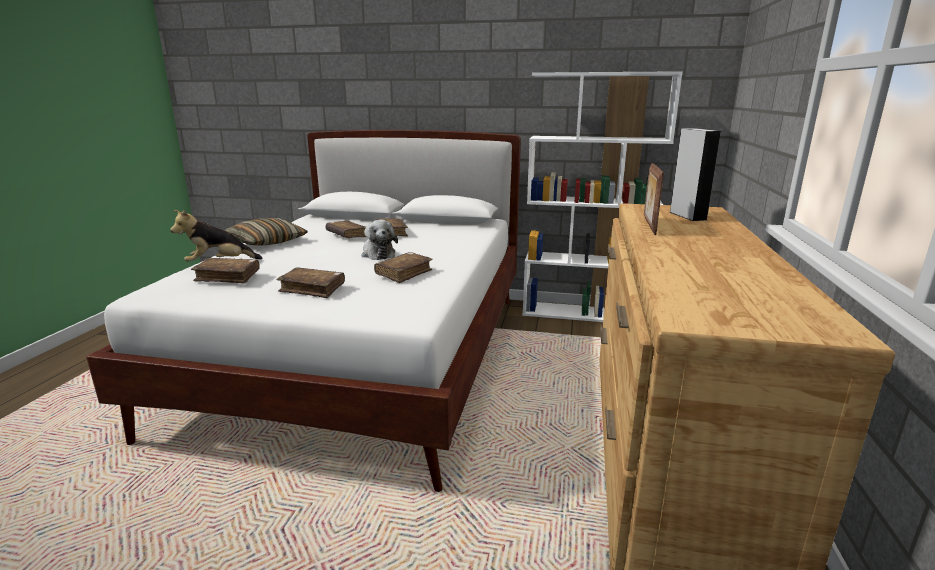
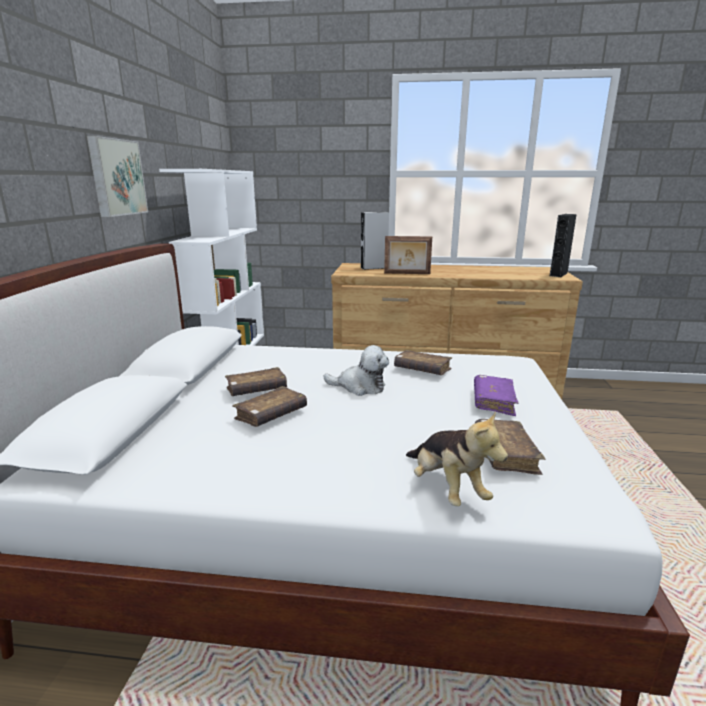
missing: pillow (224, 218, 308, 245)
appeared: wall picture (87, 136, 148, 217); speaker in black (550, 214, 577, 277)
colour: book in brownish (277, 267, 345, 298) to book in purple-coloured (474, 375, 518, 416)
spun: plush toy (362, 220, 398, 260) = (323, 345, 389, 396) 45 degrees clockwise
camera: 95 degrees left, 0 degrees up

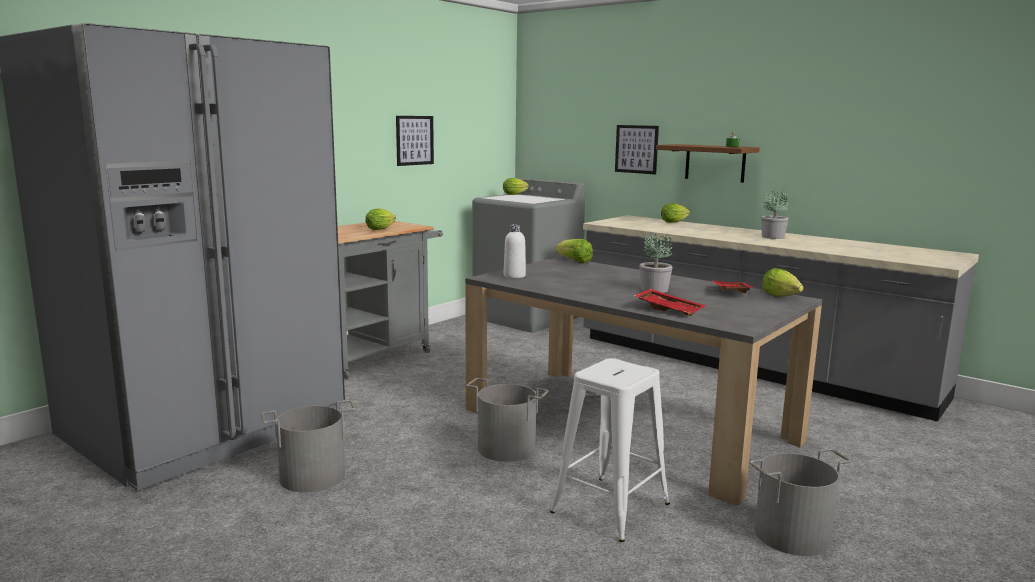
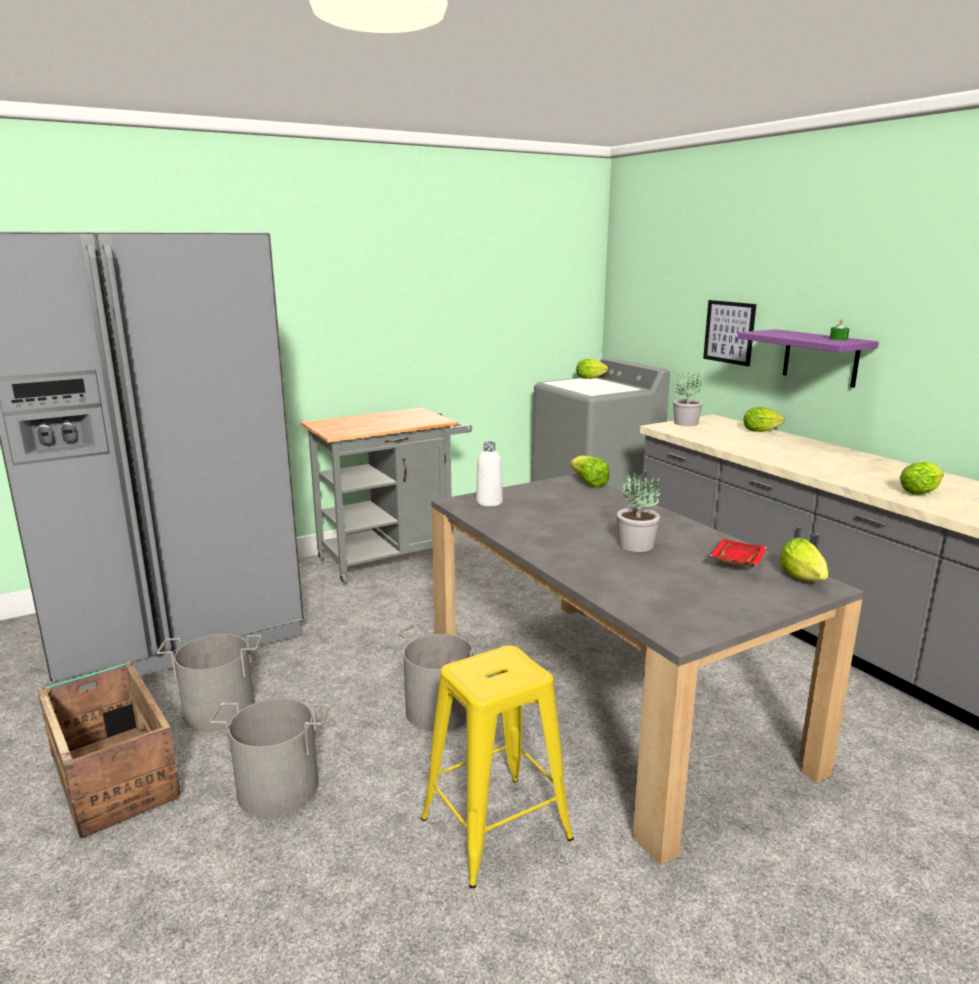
missing: wall picture (396, 116, 434, 166); carrying tray in reddish (634, 289, 706, 316)
appeared: packing crate (37, 661, 181, 839)
relocated: houseplant (761, 190, 789, 239) to (673, 371, 703, 426); lettuce head (365, 209, 396, 230) to (900, 462, 944, 495); bucket in greyish (749, 449, 852, 556) to (209, 698, 330, 817)
colour: wall shelf in brownish (656, 144, 760, 183) to wall shelf in purple-coloured (738, 329, 879, 388); stool in white (550, 358, 670, 542) to stool in yellowish (421, 645, 574, 888)
camera: 20 degrees right, 5 degrees up

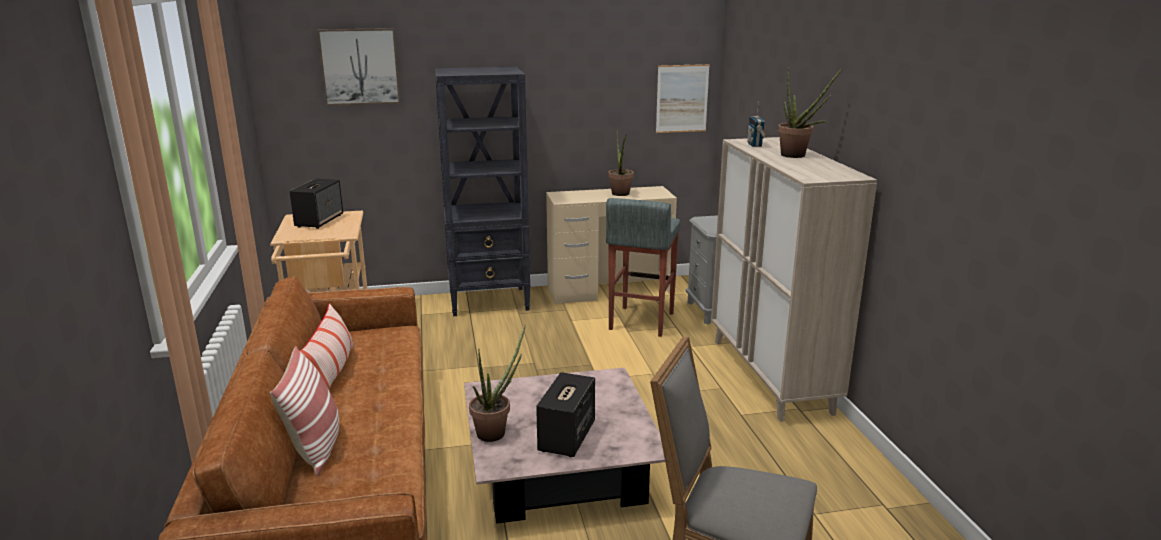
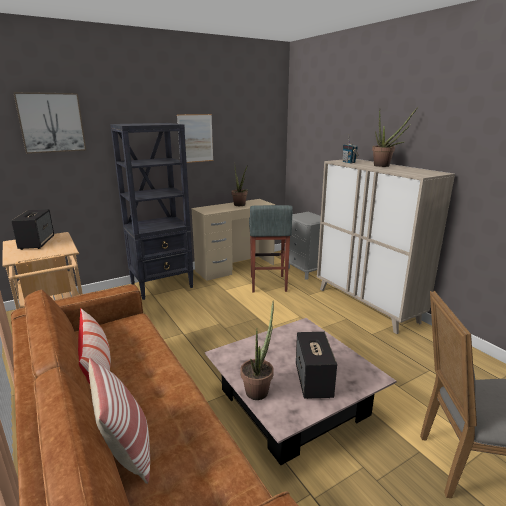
relocated: wall picture (656, 64, 710, 133) to (177, 114, 213, 163)
camera: 20 degrees left, 0 degrees up

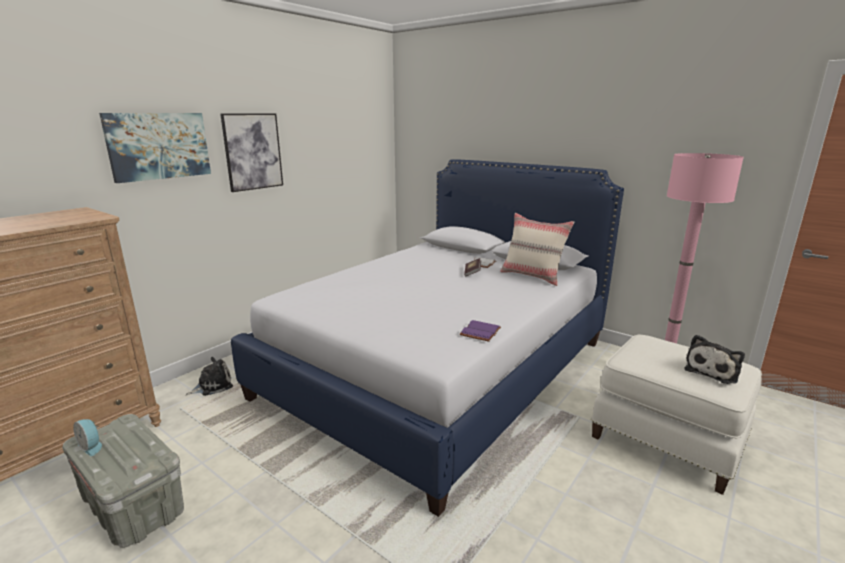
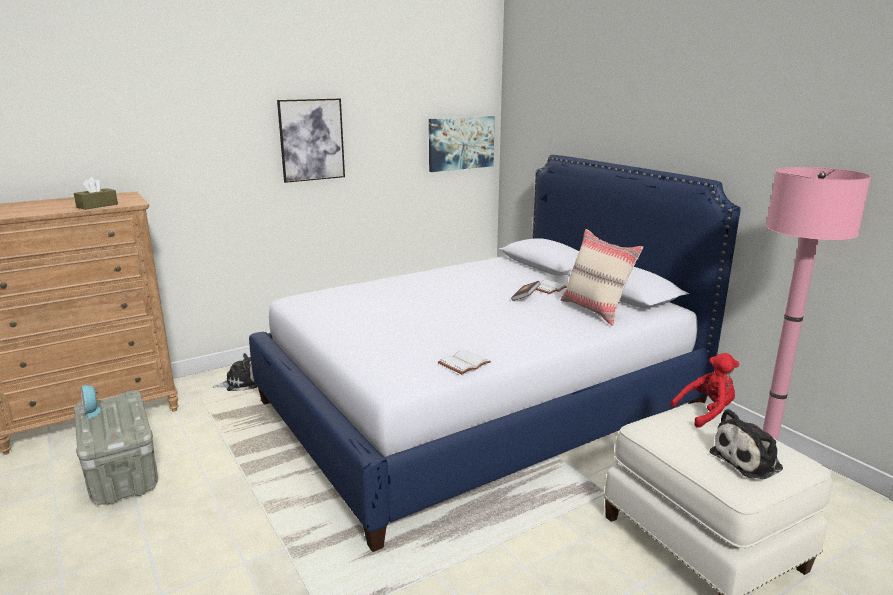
appeared: tissue box in brownish (74, 177, 118, 210); plush toy in reddish (670, 353, 739, 428)
relocated: wall picture (99, 113, 211, 183) to (429, 116, 495, 172)
colour: book in purple-coloured (460, 320, 501, 342) to book in white (438, 349, 491, 374)
camera: 20 degrees right, 0 degrees up

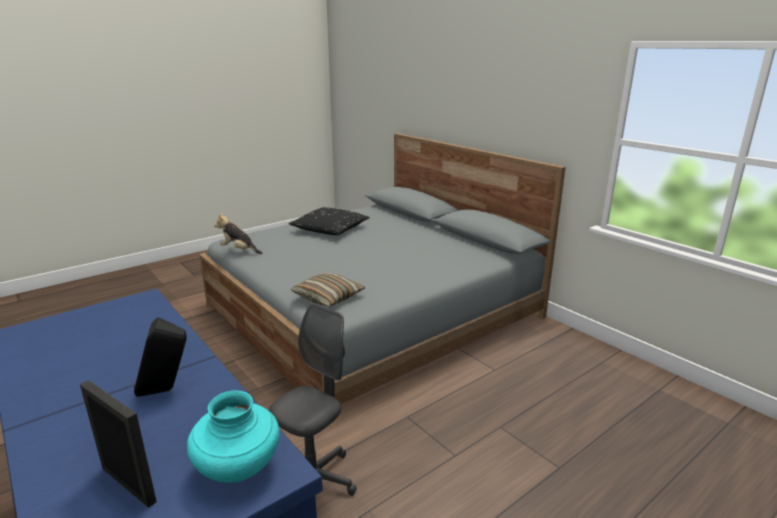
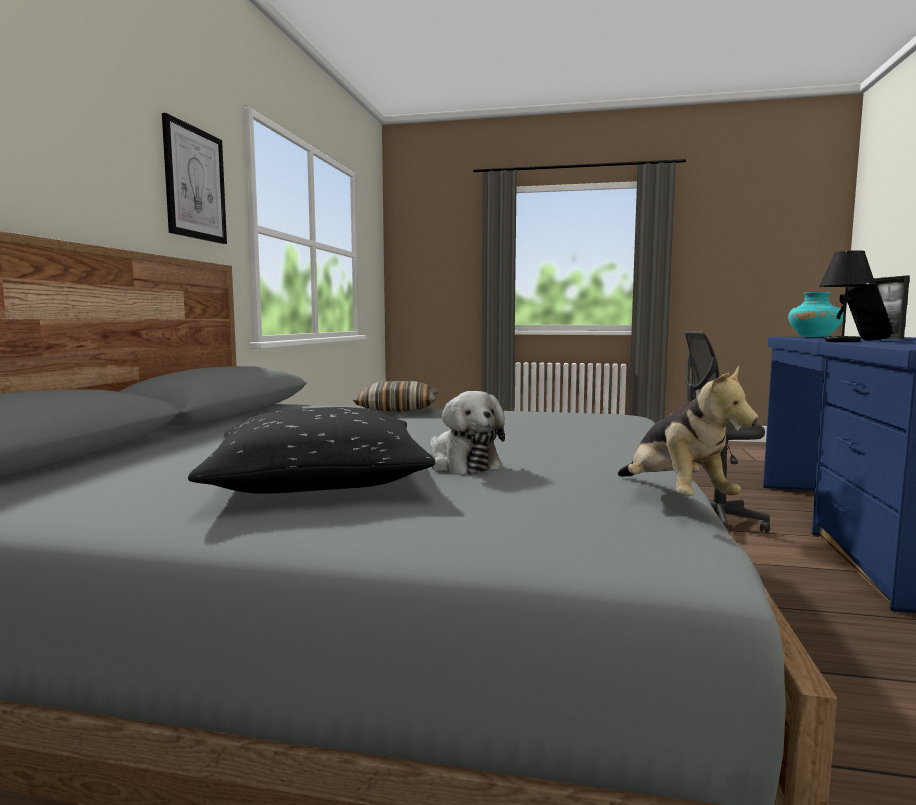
appeared: wall picture (162, 113, 227, 244); table lamp in black (819, 250, 876, 342); plush toy (430, 391, 505, 474)
relocated: pillow (290, 273, 365, 306) to (353, 381, 438, 412)
camera: 130 degrees left, 15 degrees down

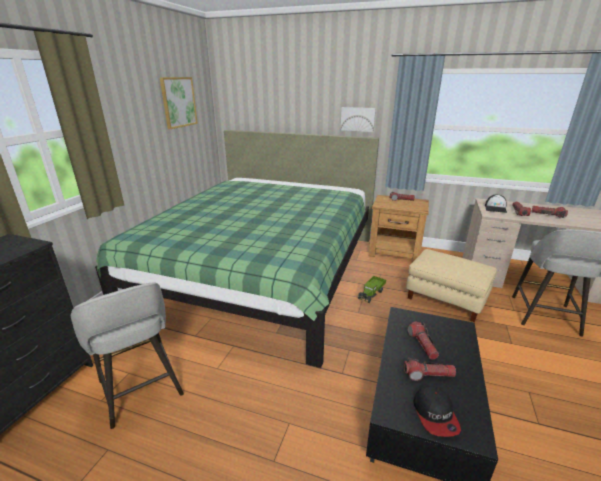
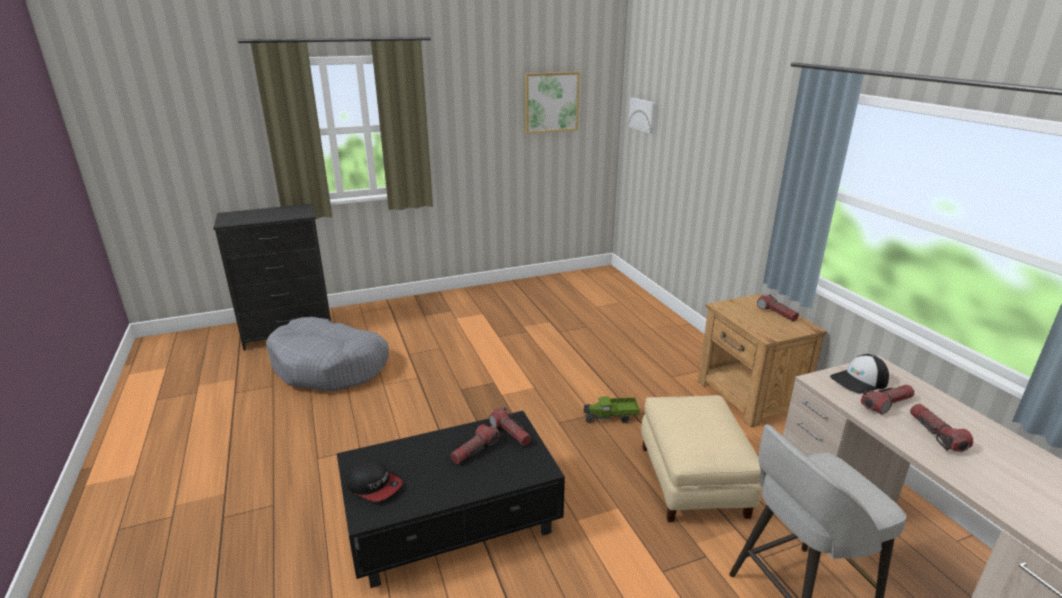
missing: bedroom bed in green (95, 130, 379, 368)
relocated: wall picture (341, 107, 376, 132) to (628, 98, 656, 134); hand torch (404, 358, 456, 381) to (489, 407, 531, 446)
exchanged: stool in greyish (71, 282, 184, 429) to dog cushion in greyish (266, 317, 389, 391)
spun: baseball cap (413, 386, 461, 437) = (347, 459, 402, 502) 105 degrees counterclockwise
camera: 50 degrees right, 0 degrees up

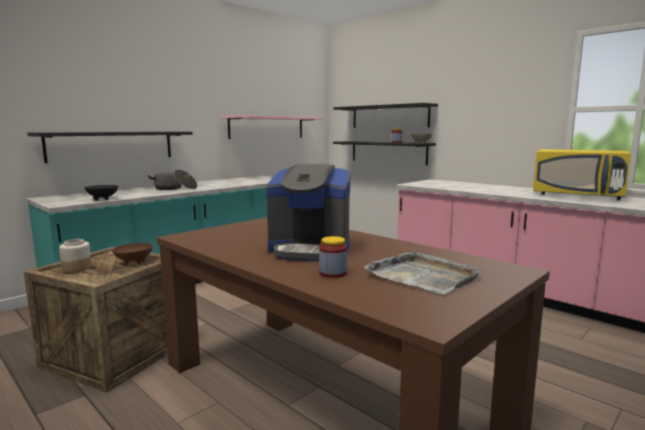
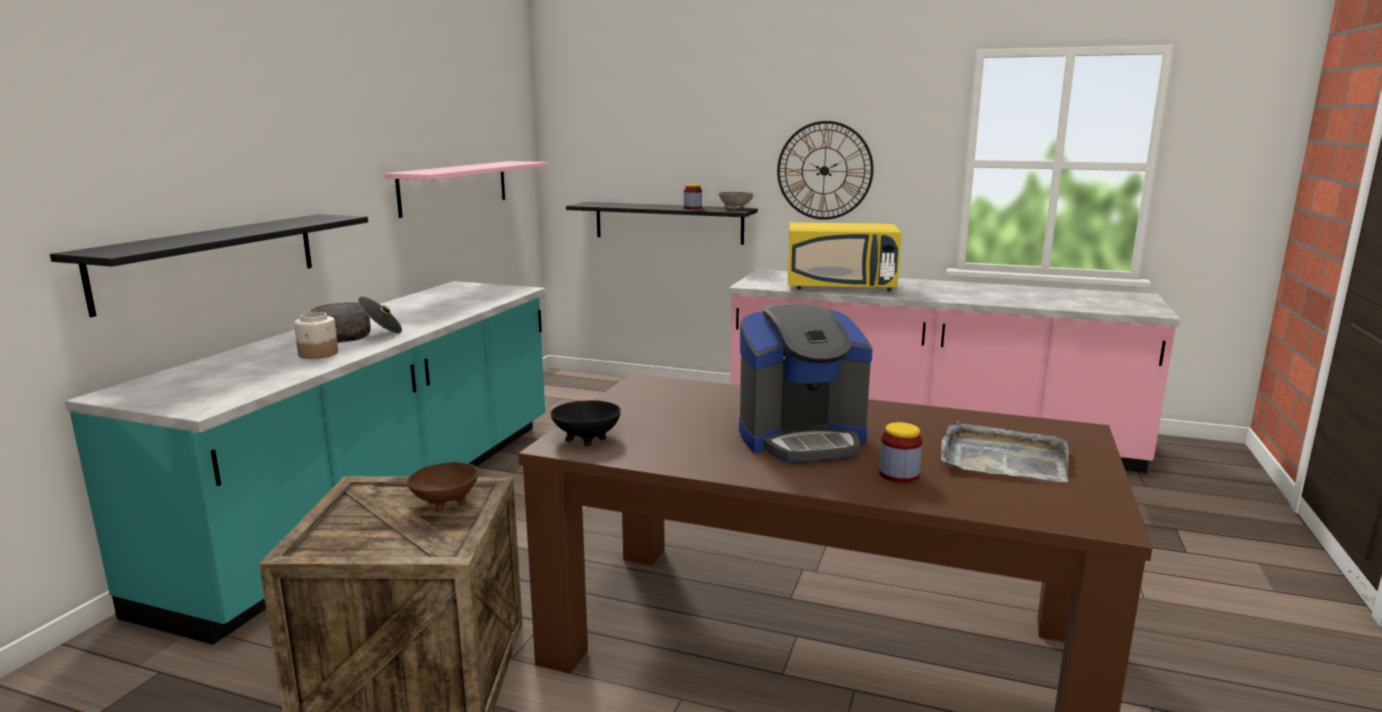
missing: wall shelf in black (333, 103, 438, 128)
appeared: hanging clock (777, 121, 874, 220)
relocated: microwave in yellowish (533, 149, 631, 200) to (788, 222, 902, 291); bowl in black (85, 185, 118, 201) to (551, 400, 621, 446); preserve jar (59, 239, 92, 272) to (294, 312, 338, 359)
camera: 25 degrees left, 5 degrees up

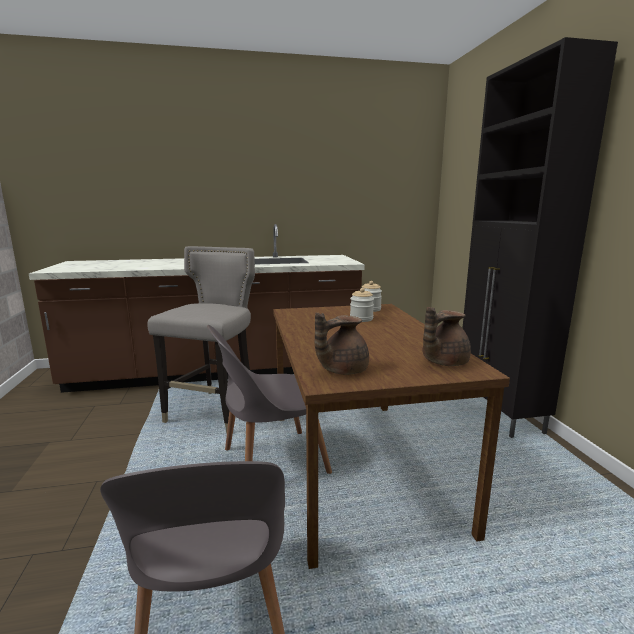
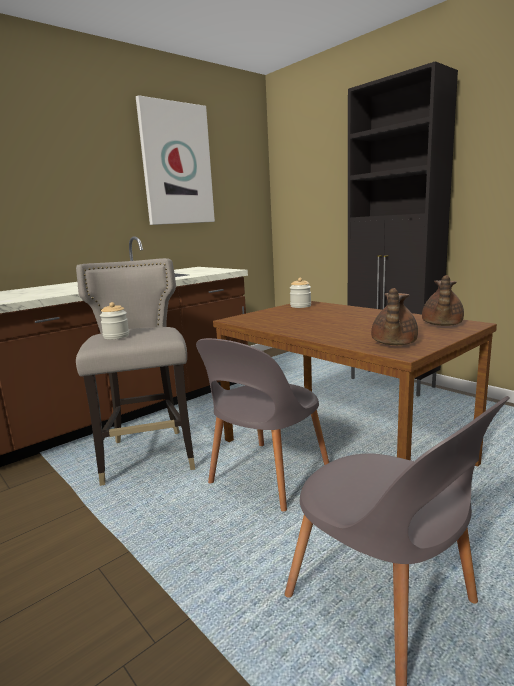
appeared: wall picture (136, 95, 215, 225)
relocated: preserve jar (350, 288, 374, 322) to (100, 302, 129, 339)
camera: 30 degrees left, 0 degrees up

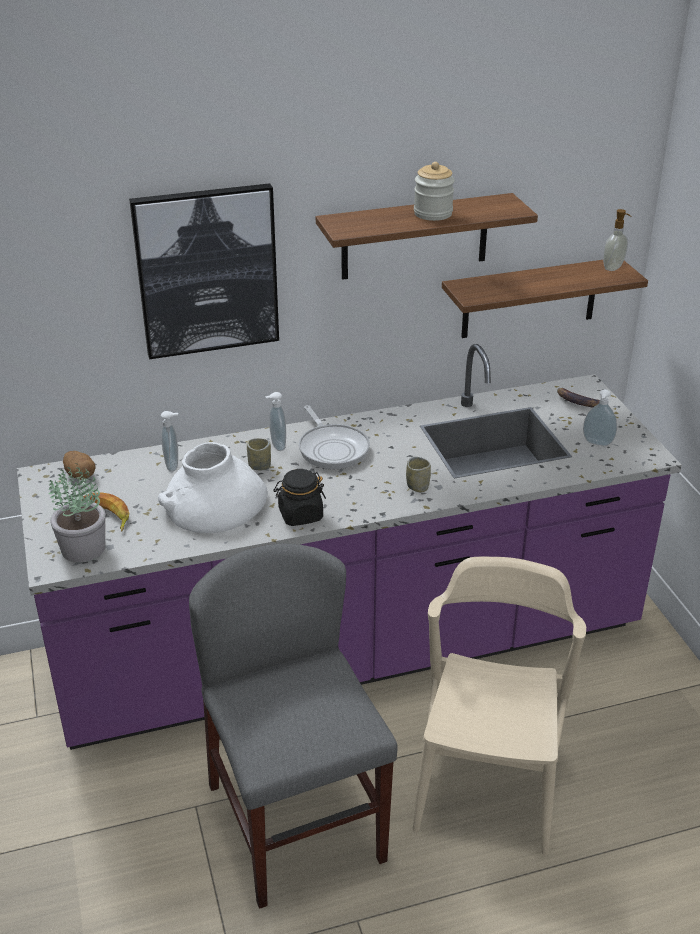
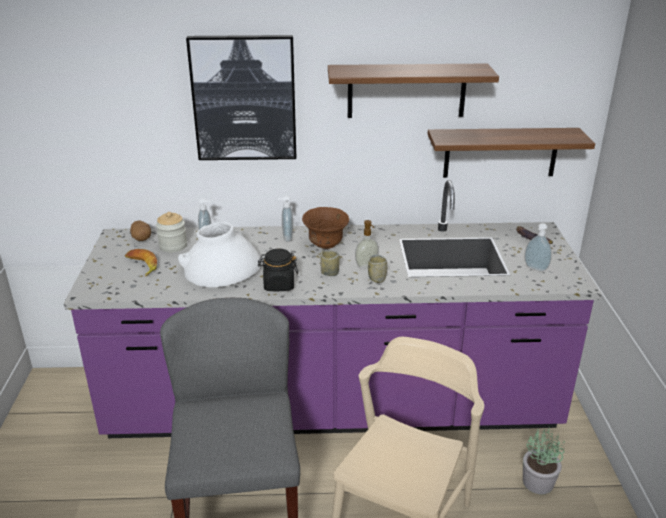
relocated: preserve jar (414, 162, 455, 221) to (156, 212, 187, 252); liquid soap bottle (603, 209, 632, 271) to (355, 220, 379, 269); drinking cup (247, 438, 271, 470) to (320, 250, 339, 276); houseplant (48, 463, 105, 563) to (523, 426, 565, 494)
exchanged: pan (299, 405, 370, 469) to bowl in brownish (302, 207, 349, 249)
camera: 15 degrees right, 5 degrees down

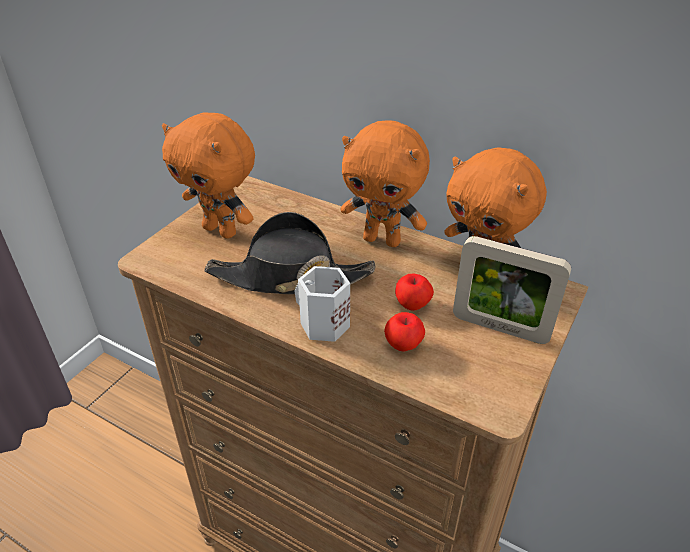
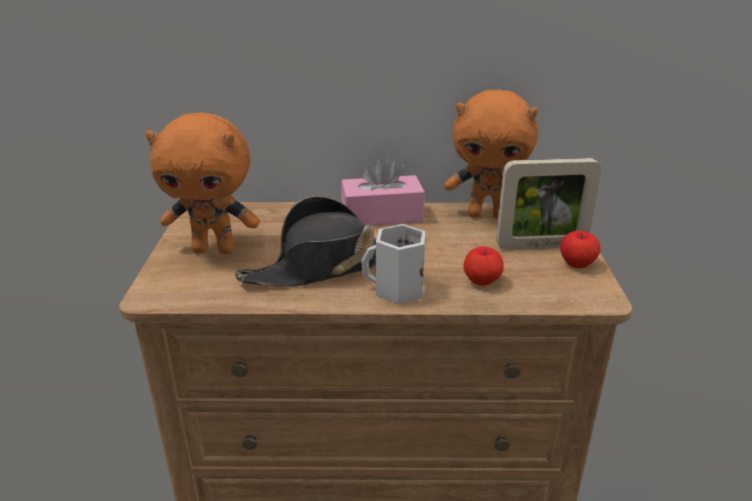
relocated: apple fruit (395, 274, 434, 311) to (560, 231, 601, 268)
exchanged: plush toy in orange-coloured (340, 120, 430, 247) to tissue box in pink-coloured (341, 155, 425, 226)
camera: 30 degrees left, 10 degrees down

